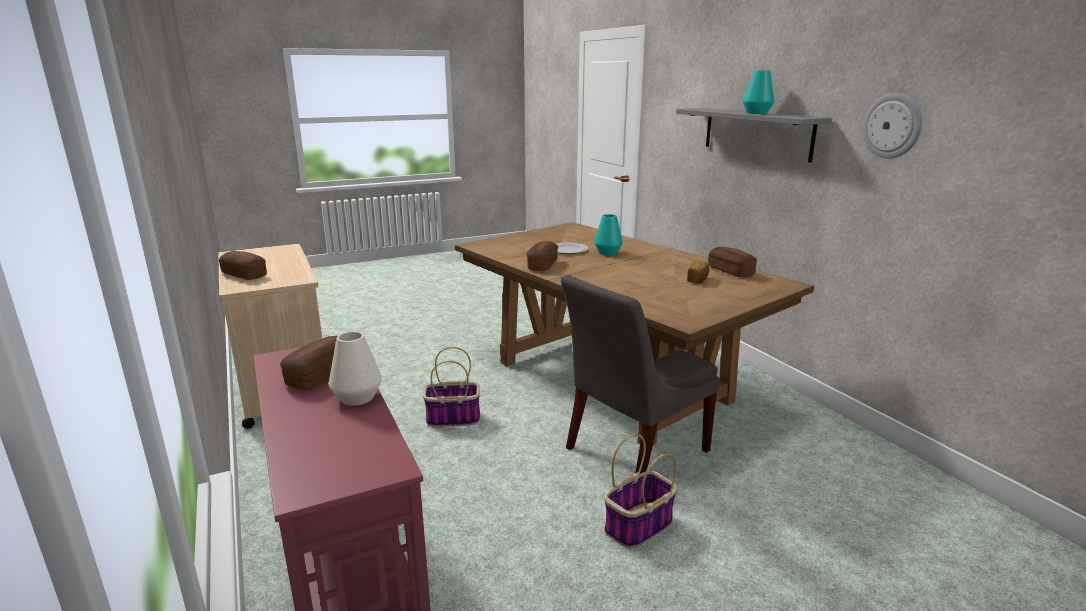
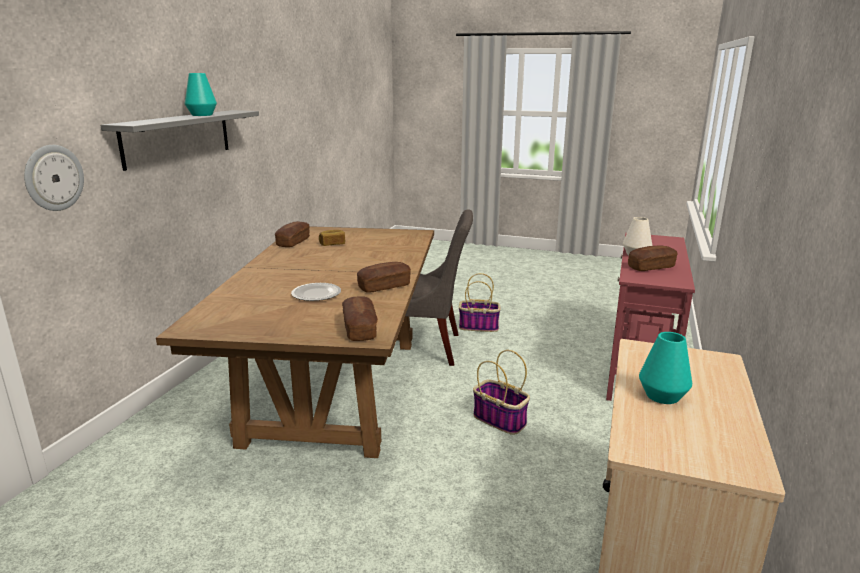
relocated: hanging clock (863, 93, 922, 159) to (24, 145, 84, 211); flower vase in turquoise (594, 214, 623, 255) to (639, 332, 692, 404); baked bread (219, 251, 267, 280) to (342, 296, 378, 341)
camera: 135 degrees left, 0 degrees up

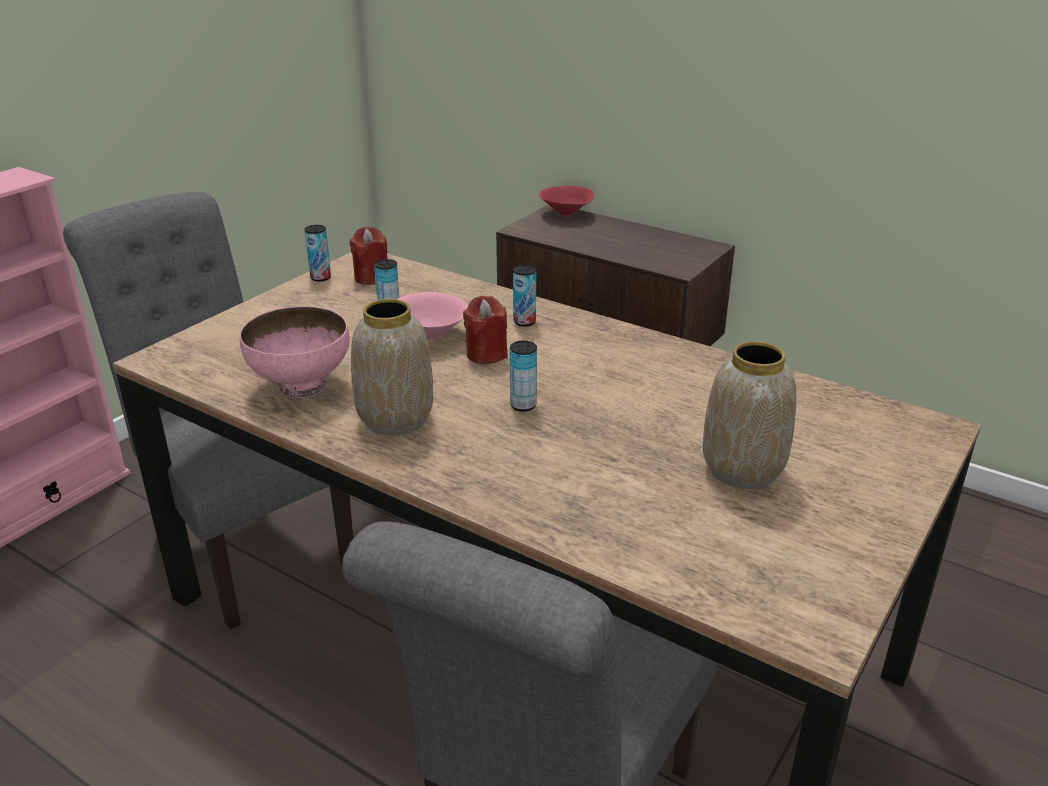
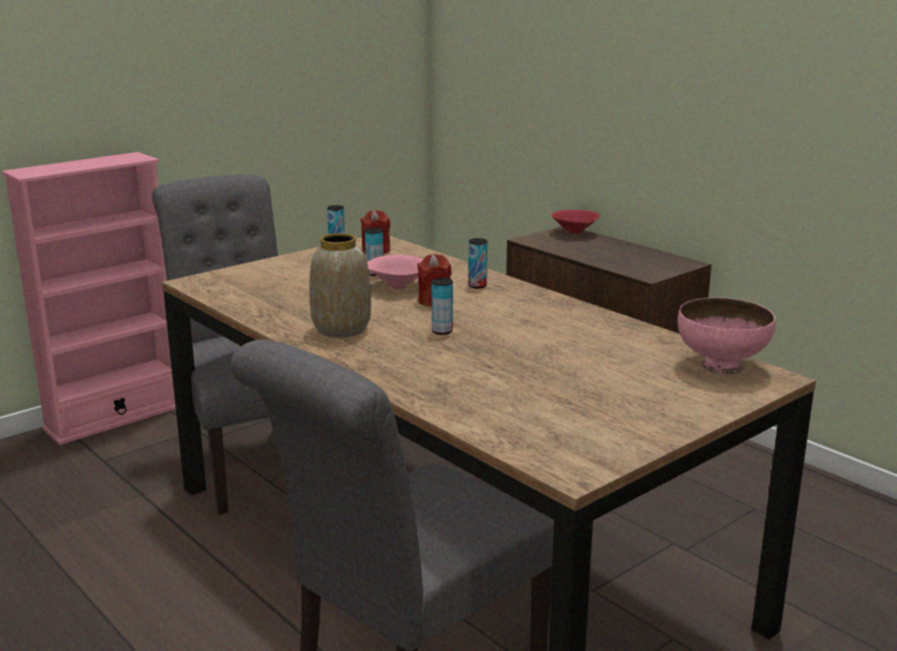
missing: flower vase (703, 341, 796, 489)
relocated: bowl in pink-coloured (240, 306, 350, 398) to (678, 297, 775, 375)
camera: 15 degrees right, 10 degrees down

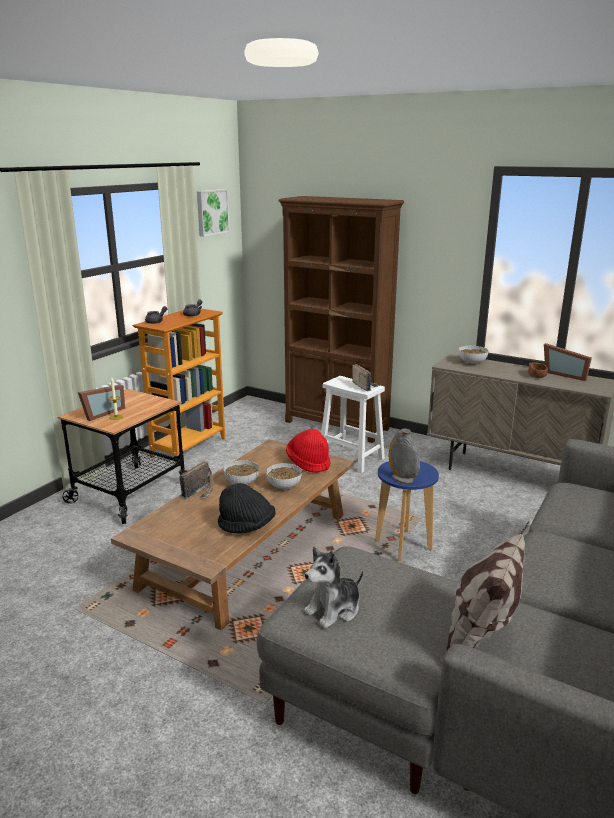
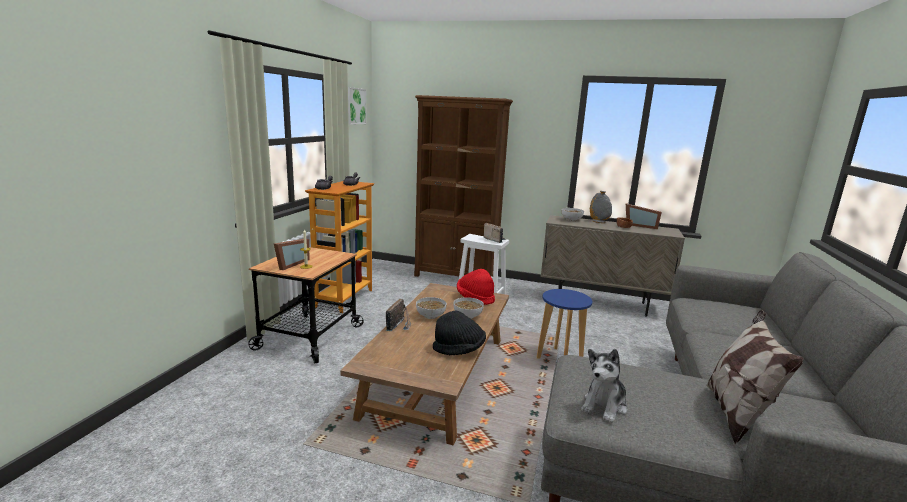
relocated: flower vase in greyish (388, 429, 420, 484) to (590, 191, 612, 223)
camera: 15 degrees left, 5 degrees down

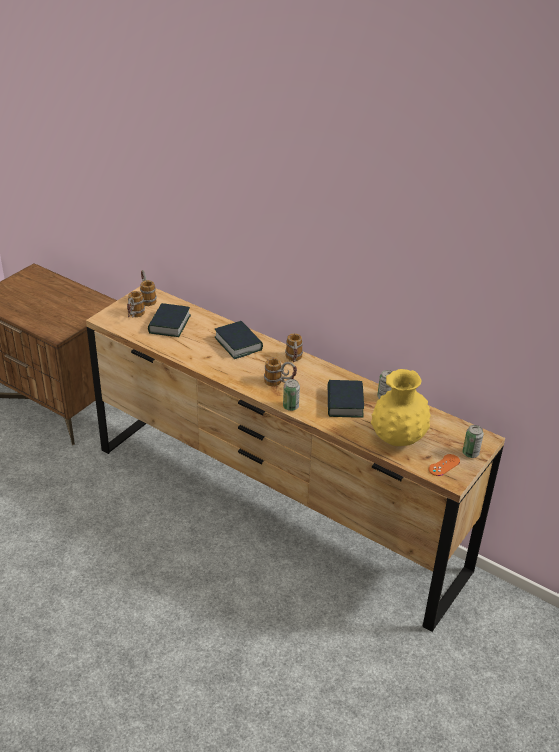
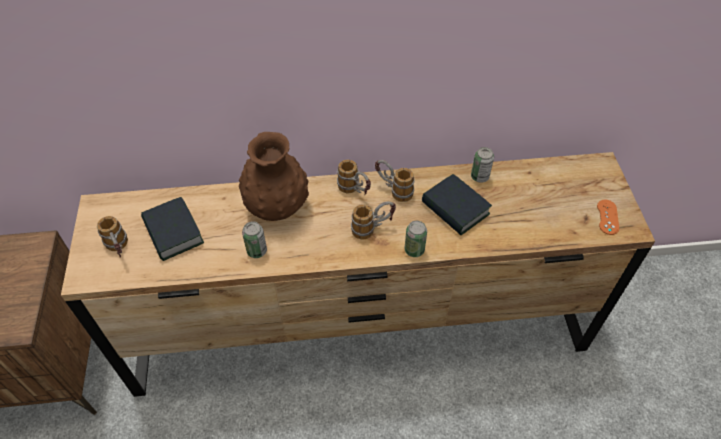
missing: flower vase in yellowish (371, 369, 431, 446)
relocated: mug (140, 270, 157, 306) to (375, 160, 415, 202); sealed can (463, 425, 484, 458) to (242, 221, 267, 258)
exchanged: book (215, 321, 263, 359) to flower vase in brownish (239, 132, 309, 221)
camera: 40 degrees left, 15 degrees up

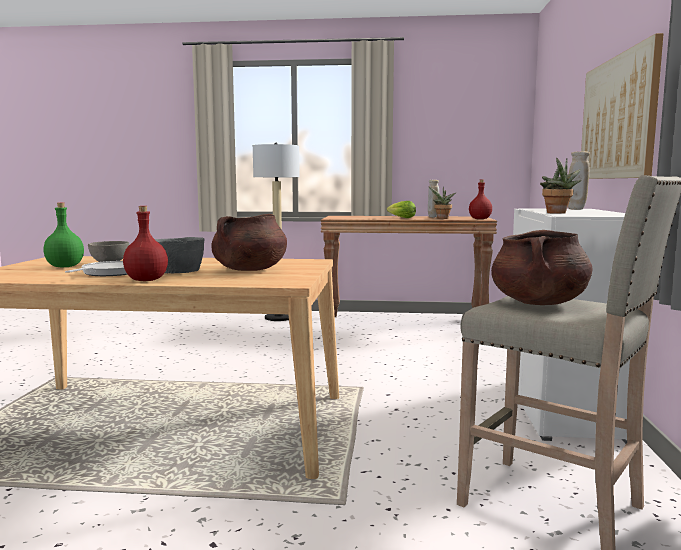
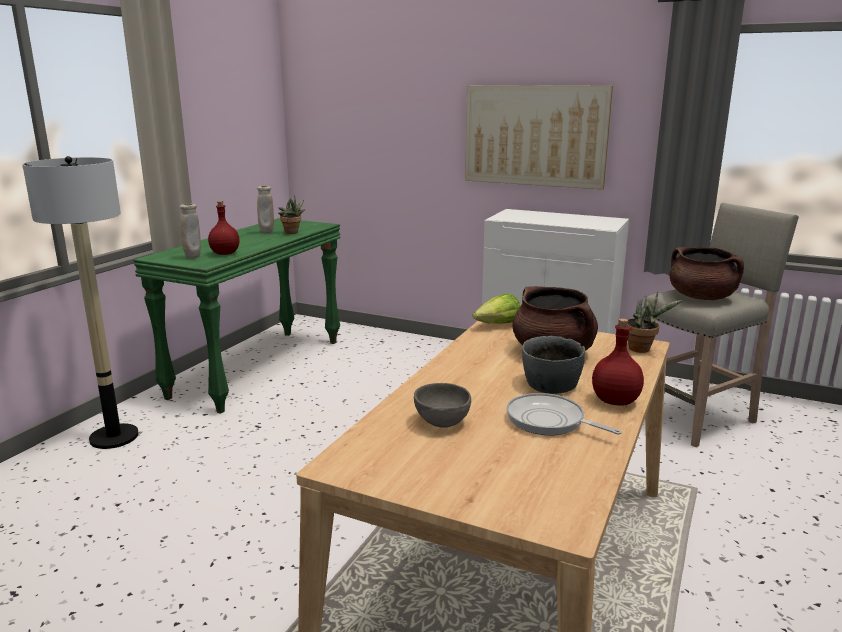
missing: beverage bottle in green (43, 203, 84, 267)
relocated: flower vase in beige (568, 151, 590, 210) to (180, 204, 201, 259); houseplant (540, 158, 581, 214) to (628, 292, 683, 353); beverage bottle in reddish (469, 180, 492, 219) to (208, 201, 240, 255); lettuce head (387, 201, 416, 218) to (473, 294, 520, 324)
colour: console table in brownish (321, 216, 497, 317) to console table in green (134, 218, 341, 414)
camera: 70 degrees left, 10 degrees up

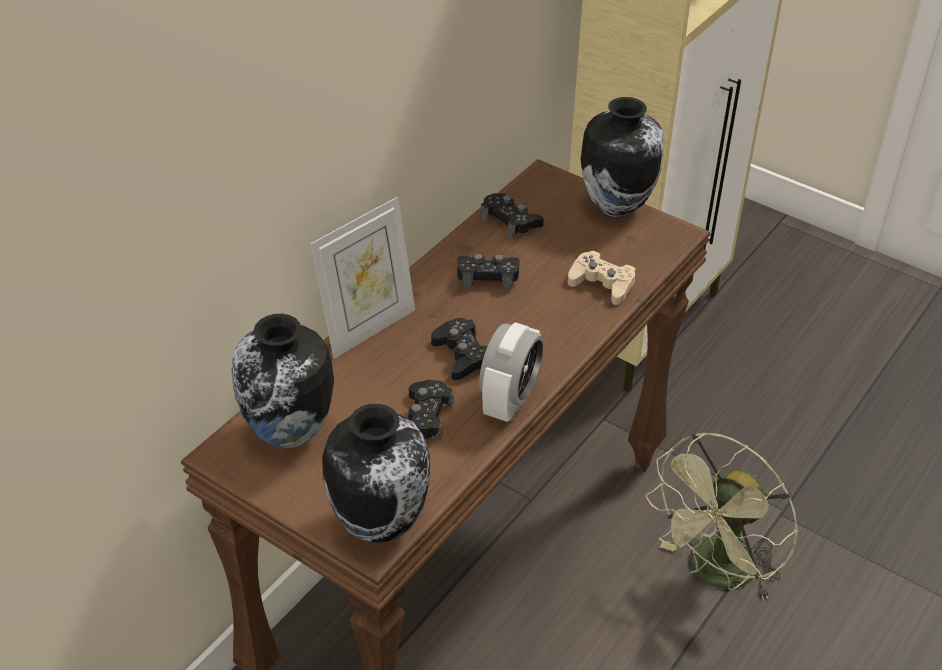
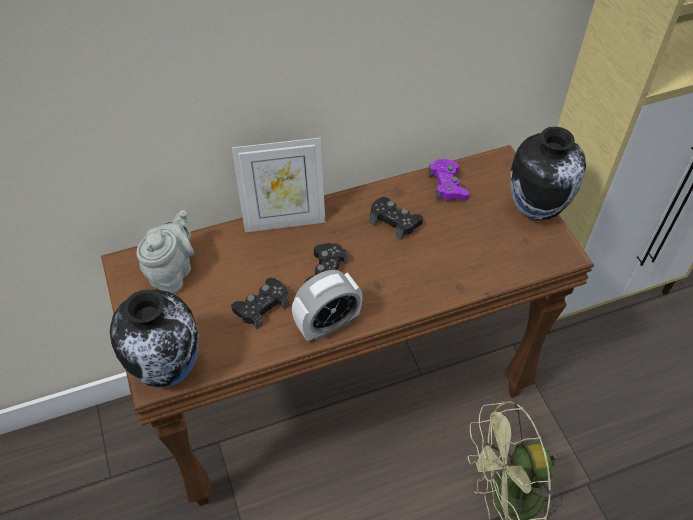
missing: gamepad in beige (568, 251, 636, 305)
exchanged: flower vase (231, 314, 334, 448) to tea pot in greyish (136, 210, 194, 294)
colour: gamepad in black (480, 193, 544, 240) to gamepad in purple-coloured (428, 159, 469, 201)
camera: 35 degrees right, 10 degrees up

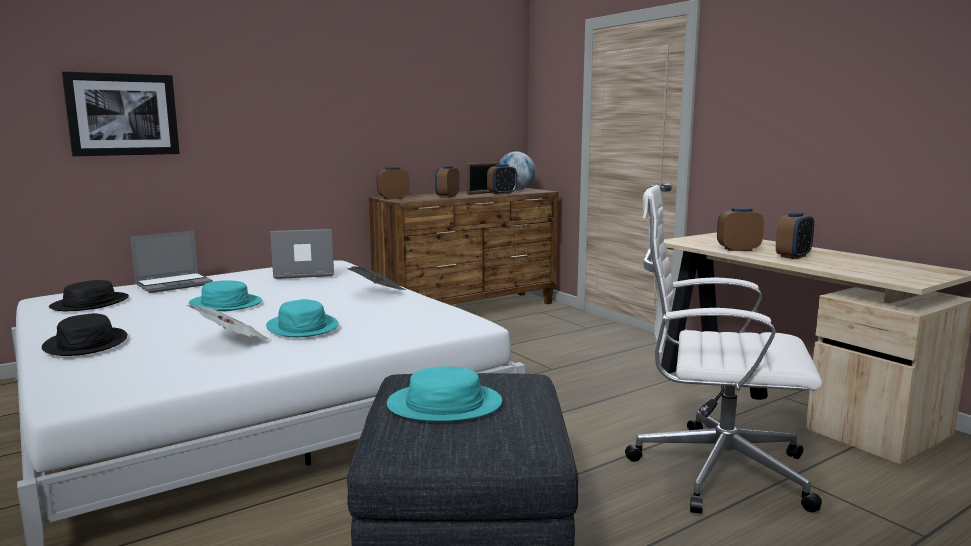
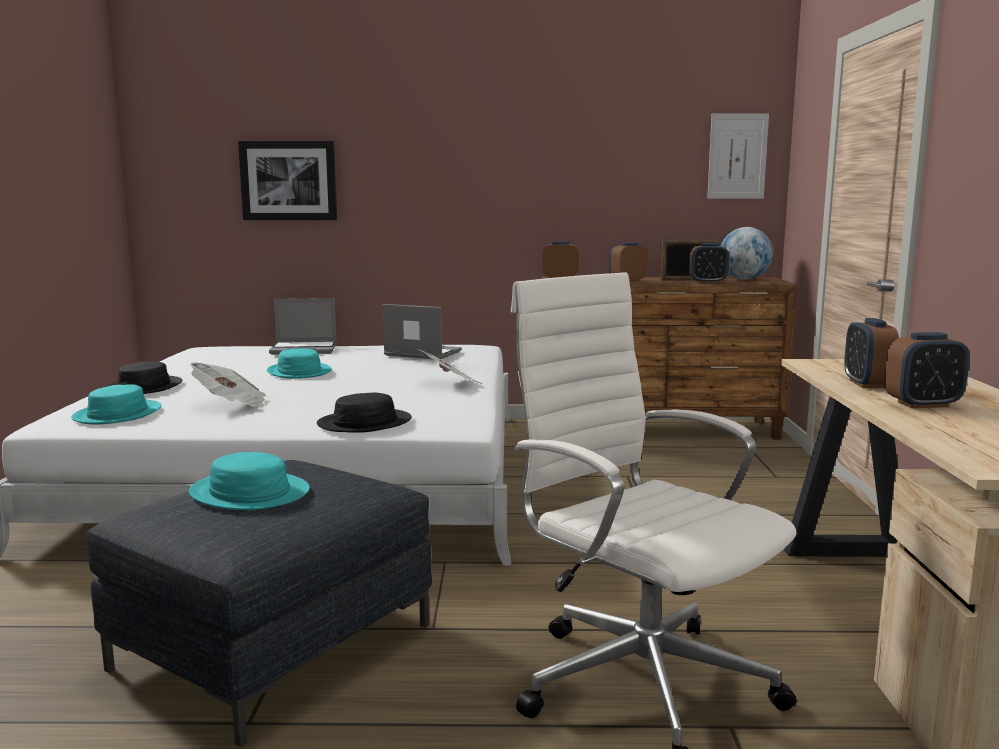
appeared: wall picture (707, 113, 769, 199)
relocated: clothing hat in black (49, 280, 129, 311) to (317, 393, 412, 433); clothing hat in turquoise (266, 299, 338, 337) to (71, 385, 161, 424)
spun: bedside clock (717, 208, 764, 251) = (844, 318, 899, 388) 120 degrees counterclockwise
camera: 35 degrees right, 0 degrees up

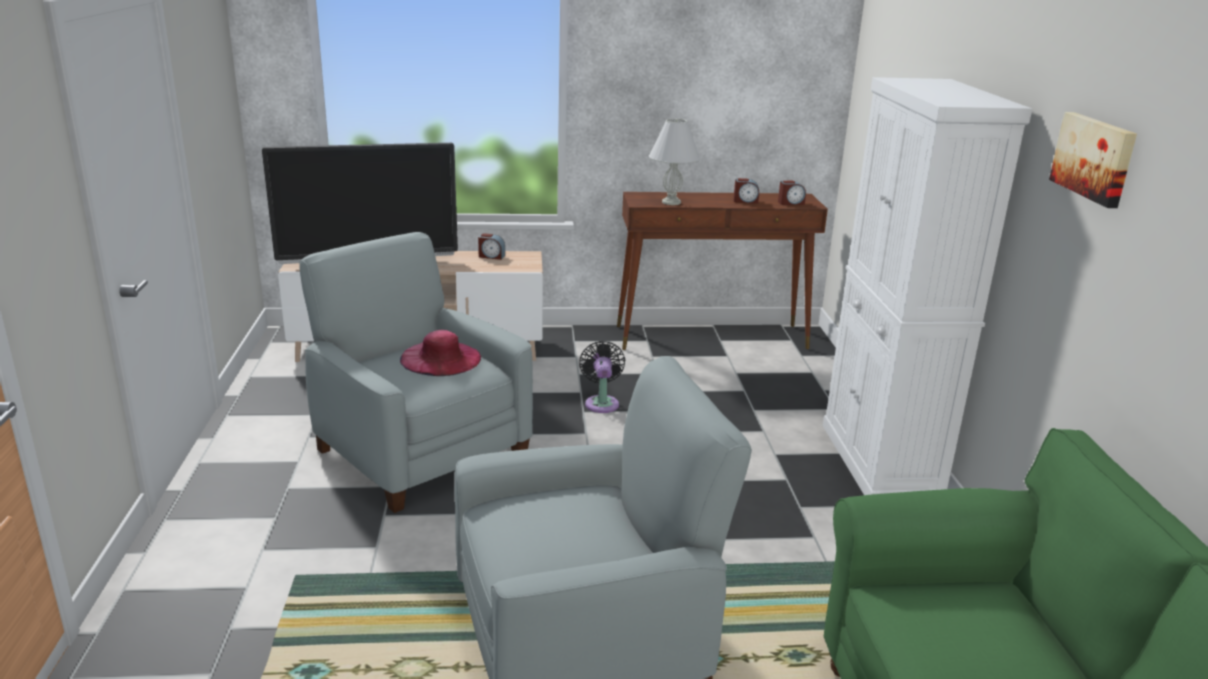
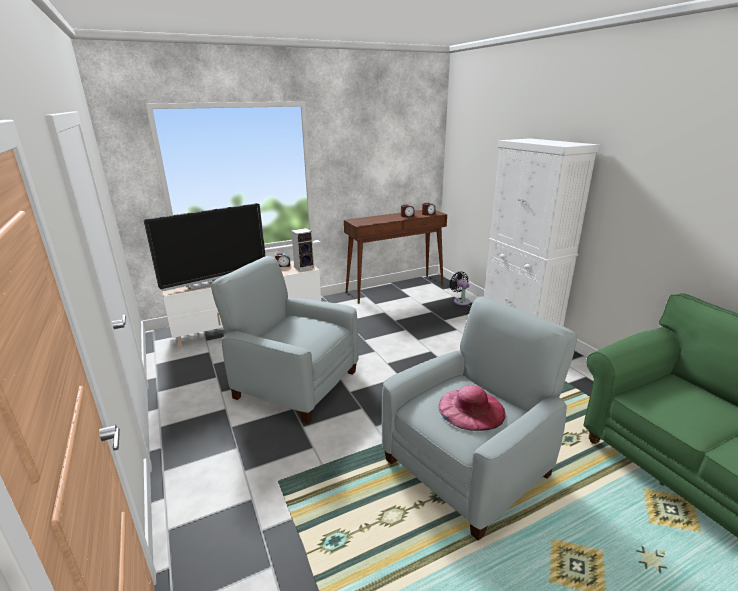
missing: wall picture (1049, 112, 1137, 208); table lamp in white (649, 118, 700, 205)
appeared: speaker (291, 228, 314, 272)
relocated: clothing hat in pink-coloured (400, 330, 481, 376) to (438, 385, 506, 431); fan in black (579, 341, 625, 413) to (449, 272, 470, 305)
camera: 20 degrees left, 0 degrees up

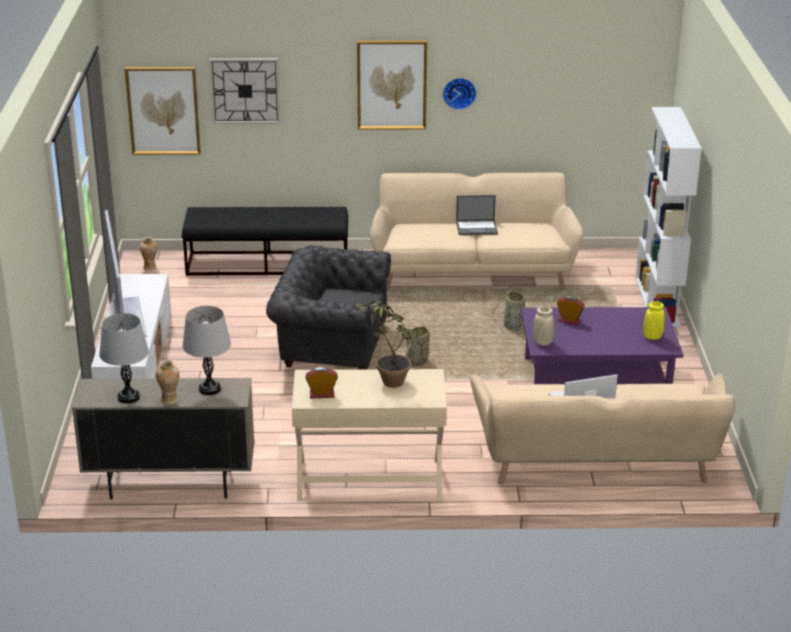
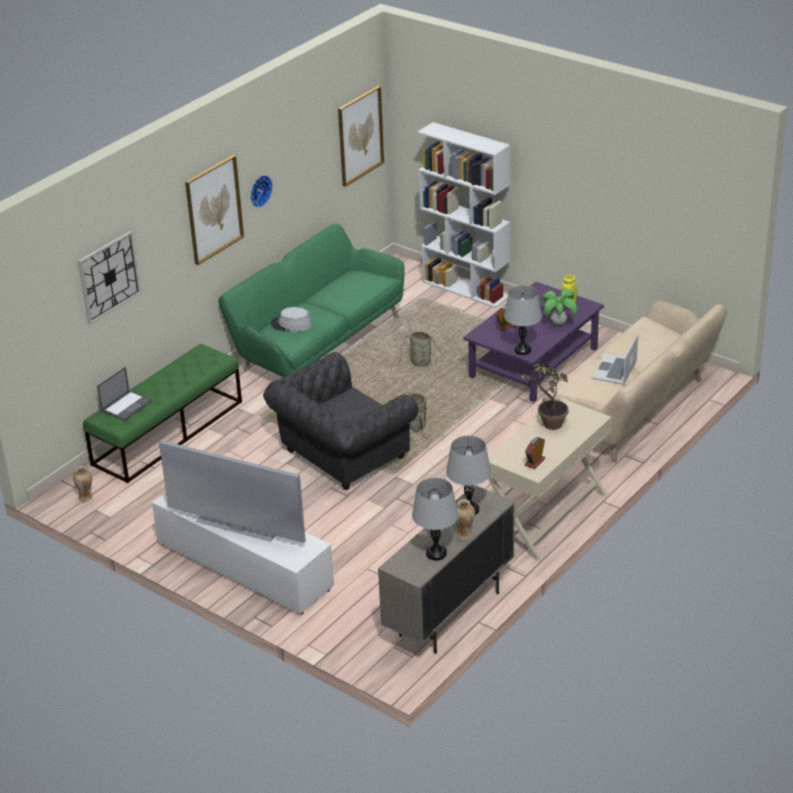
appeared: houseplant (542, 289, 577, 325); clothing hat in greyish (271, 307, 312, 332)
relocated: wall picture (125, 67, 201, 155) to (338, 86, 384, 187); notebook computer (456, 195, 498, 235) to (97, 367, 152, 421)
exchanged: flower vase in beige (533, 306, 554, 346) to table lamp in greyish (504, 285, 542, 355)
colour: sofa in beige (370, 172, 583, 290) to sofa in green (219, 223, 405, 377); indoor bench in black (182, 207, 348, 276) to indoor bench in green (83, 344, 242, 483)
camera: 50 degrees left, 5 degrees up

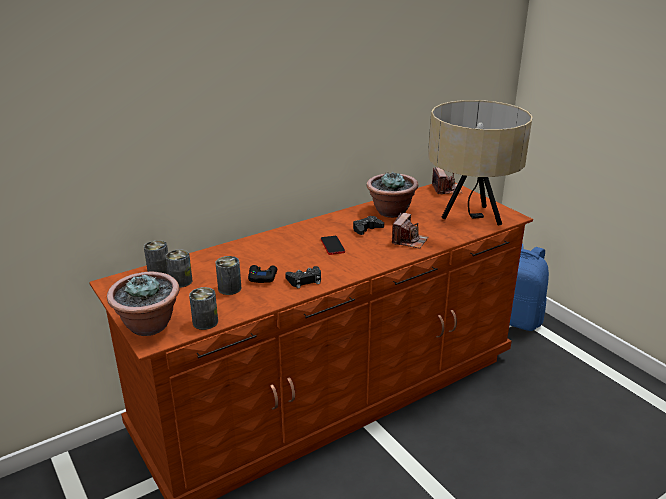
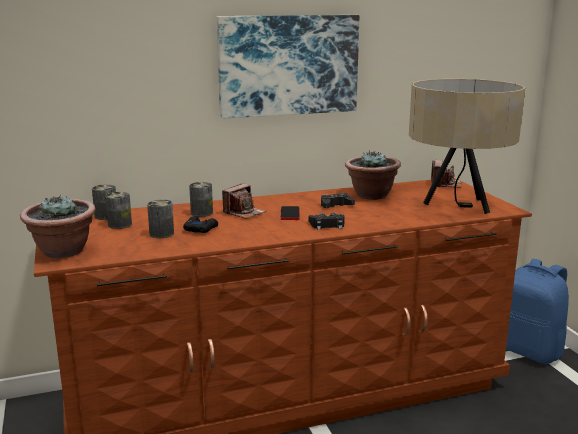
appeared: wall picture (217, 15, 359, 119)
relocated: photo camera (392, 213, 428, 249) to (222, 184, 266, 219); gamepad in black (285, 266, 321, 289) to (309, 212, 345, 230); sealed can (189, 287, 218, 330) to (189, 182, 213, 217)
camera: 15 degrees right, 10 degrees down

